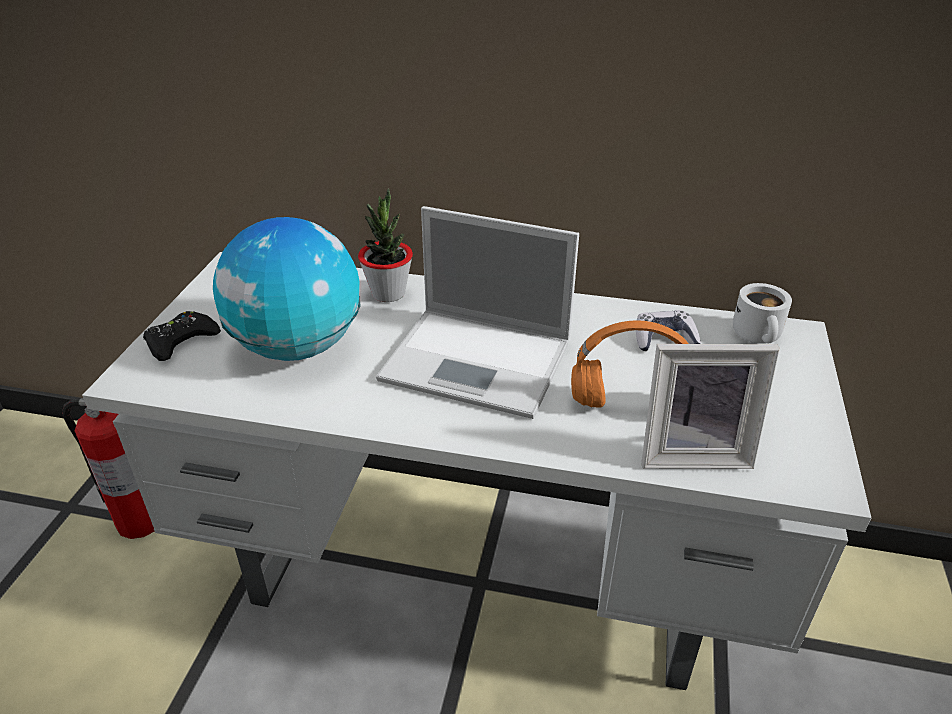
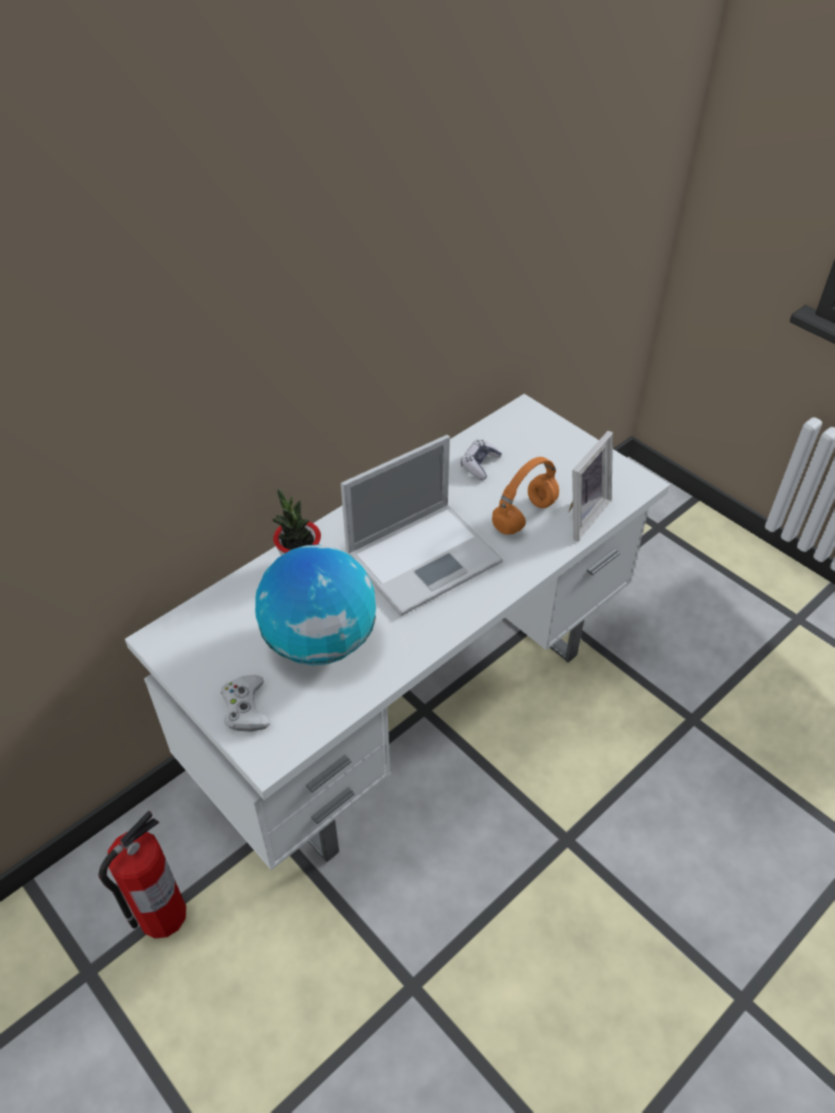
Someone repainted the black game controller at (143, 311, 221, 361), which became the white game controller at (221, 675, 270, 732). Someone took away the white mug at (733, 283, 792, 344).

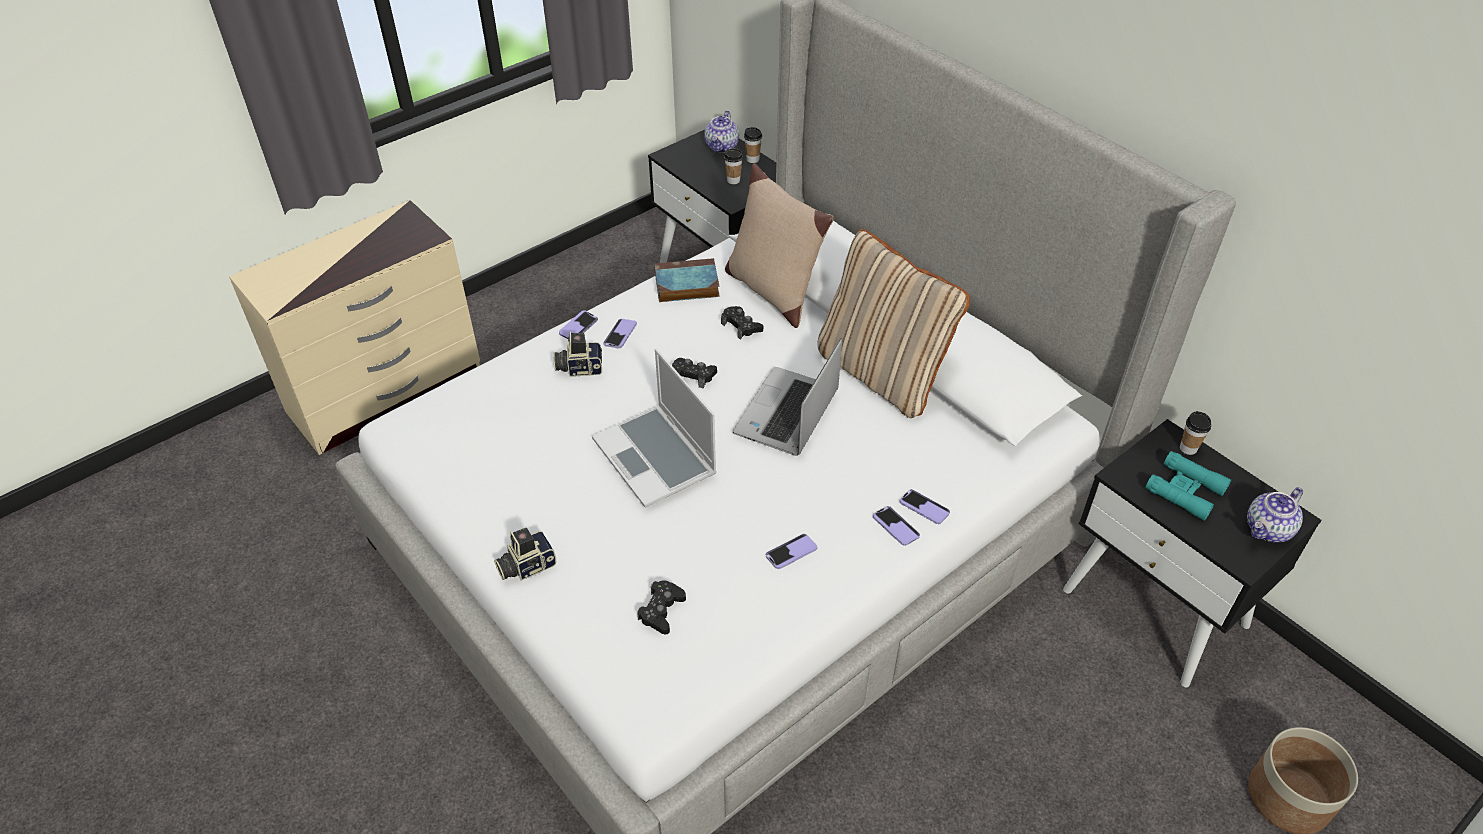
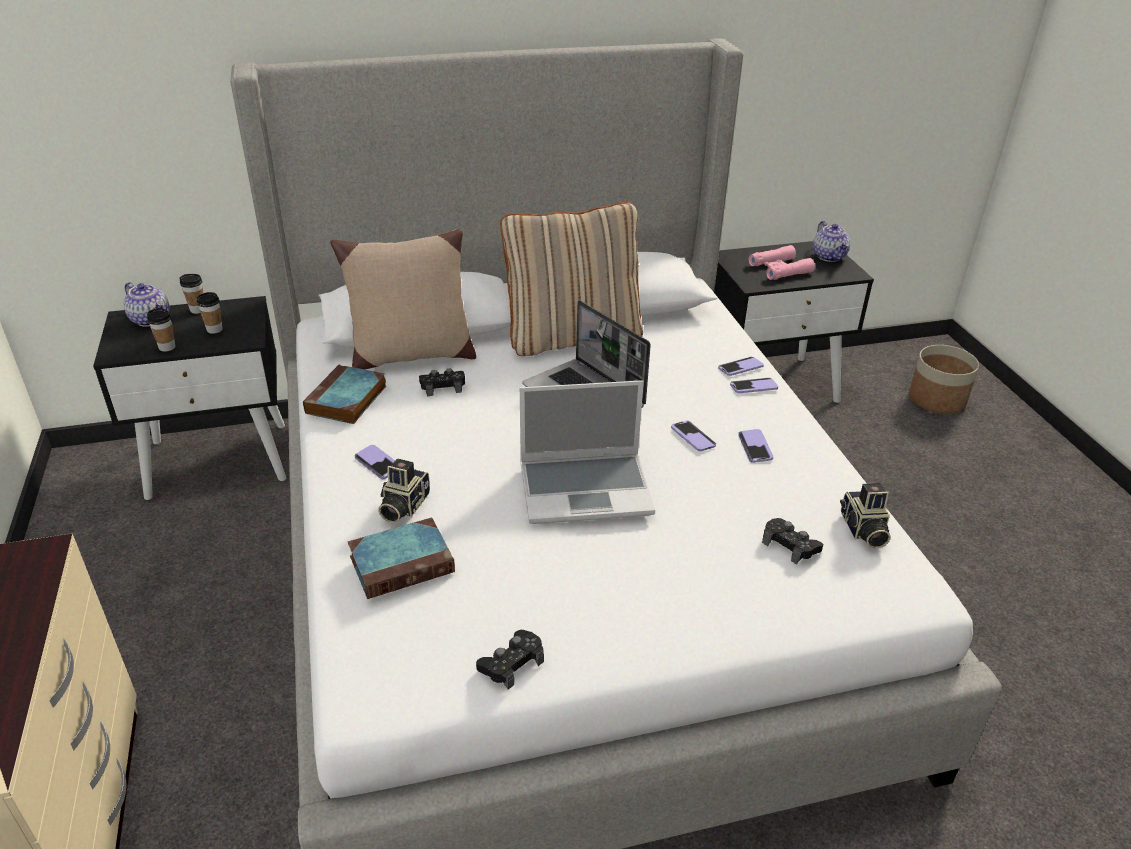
Someone carried the cup from (1180, 411, 1211, 455) to (147, 308, 175, 352). Someone put down the book at (348, 517, 455, 599). Someone carried the black game controller from (672, 358, 717, 389) to (476, 630, 544, 690). Someone carried the phone from (559, 310, 598, 339) to (671, 420, 716, 451). Someone repainted the turquoise binoculars at (1145, 451, 1231, 521), which became the pink binoculars at (749, 245, 815, 280). Someone carried the photo camera from (494, 528, 556, 581) to (840, 483, 891, 549).

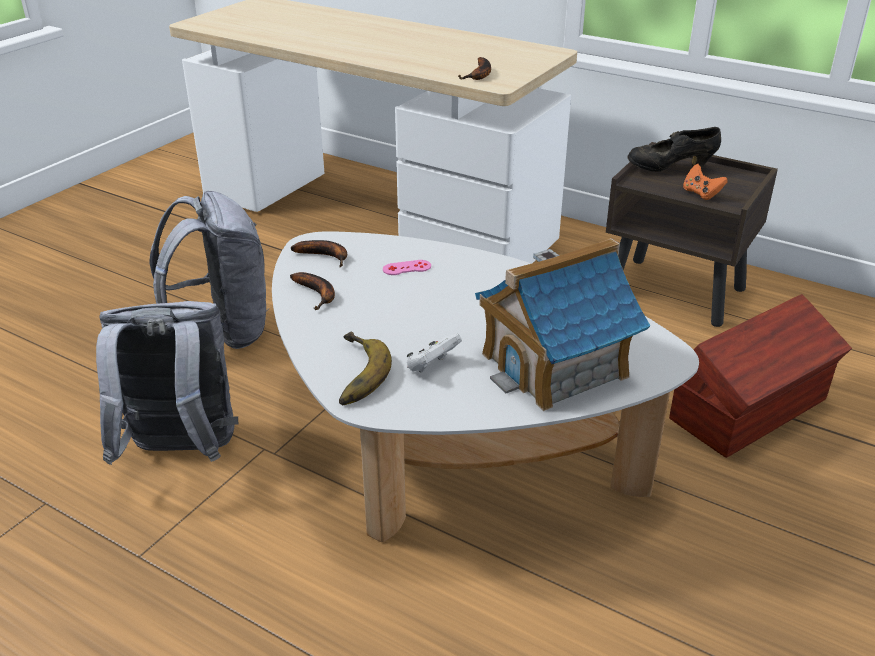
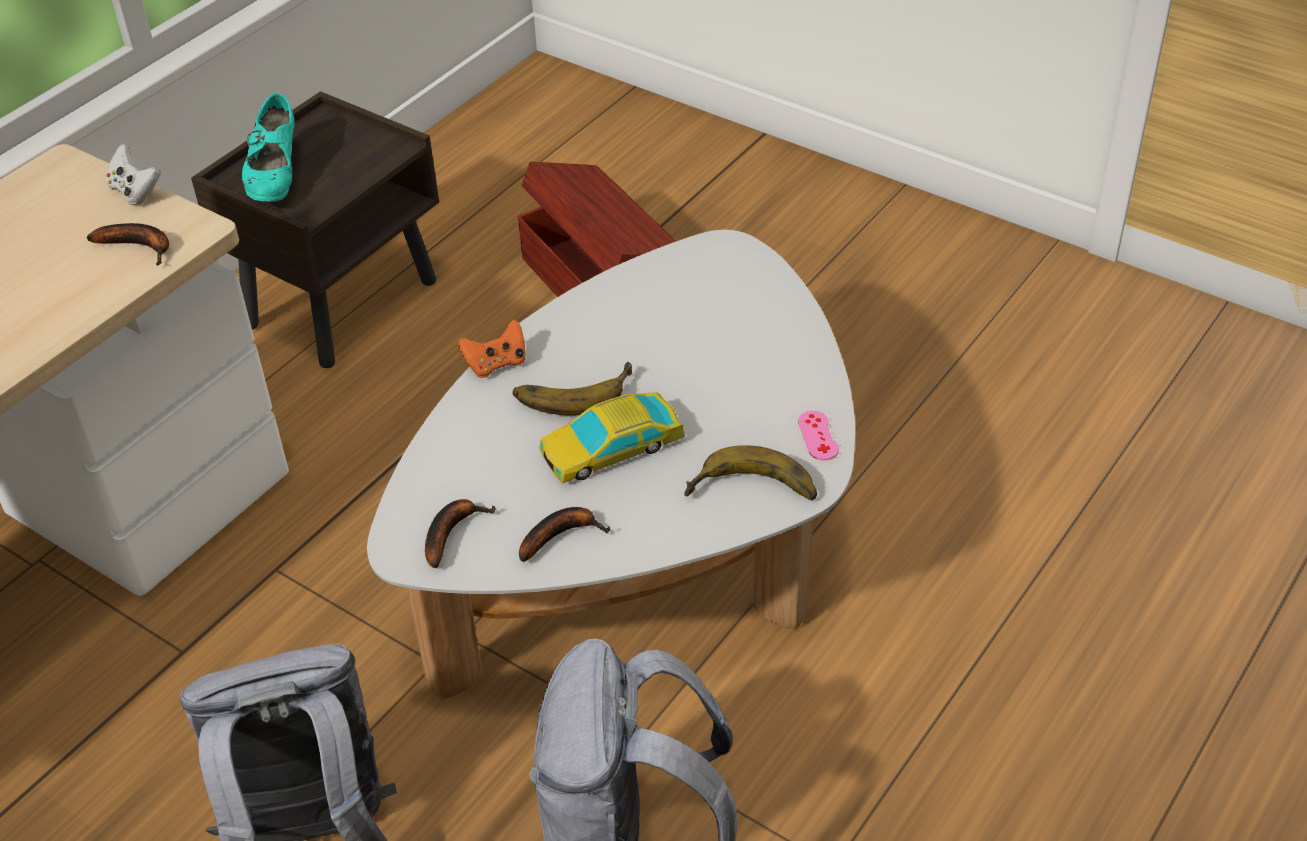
Someone carried the white game controller from (407, 334, 462, 373) to (106, 144, 161, 205). Someone repainted the black shoe at (627, 127, 721, 172), which became the turquoise shoe at (242, 93, 294, 202). Someone carried the orange game controller from (683, 164, 727, 200) to (458, 319, 526, 378). Someone put down the banana at (513, 362, 632, 415). Someone put down the toy car at (539, 392, 685, 483). Someone carried the pink game controller from (383, 260, 431, 275) to (798, 411, 839, 460). Someone took away the toy house at (475, 238, 651, 411).

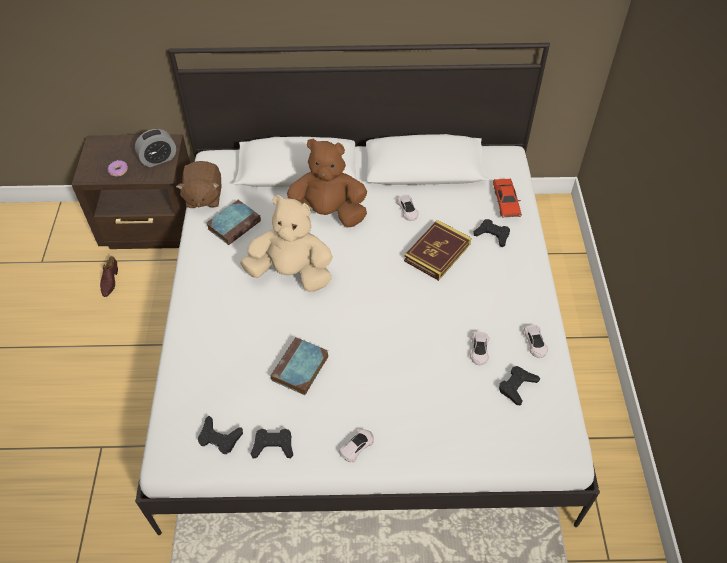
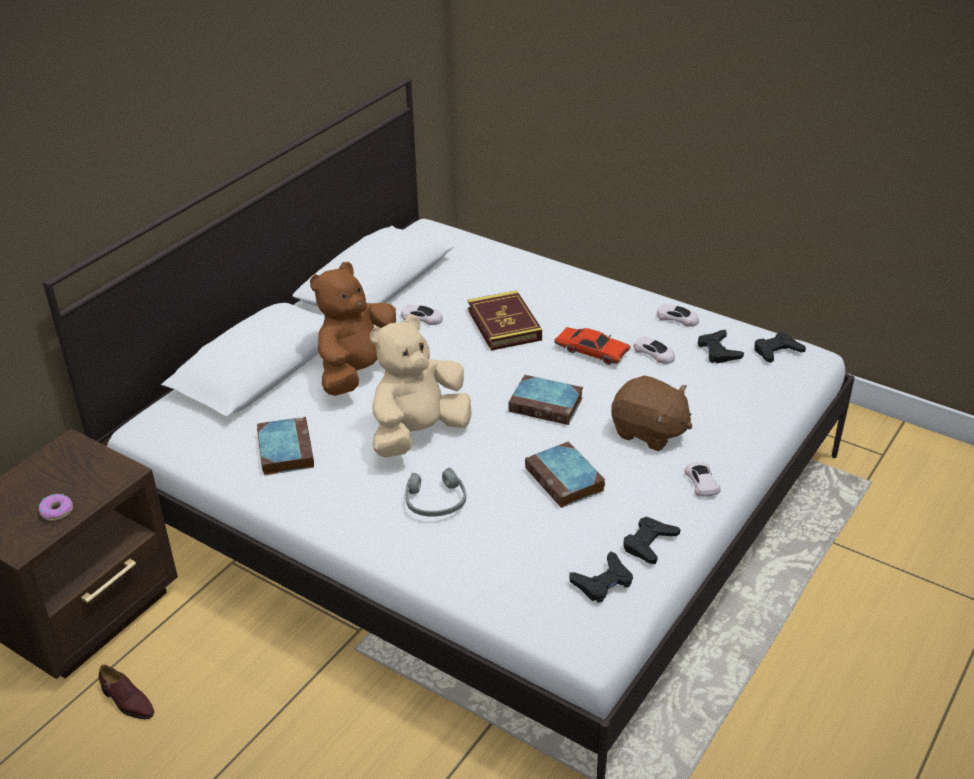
Someone put down the grey headphones at (405, 468, 466, 517). Someone put down the book at (508, 375, 583, 425). Someone carried the red toy car from (493, 179, 522, 218) to (554, 327, 631, 365). Someone carried the brown plush toy from (176, 161, 221, 208) to (611, 375, 692, 451). Someone carried the black game controller from (473, 219, 510, 247) to (754, 332, 806, 363). Someone took away the alarm clock at (135, 129, 176, 167).

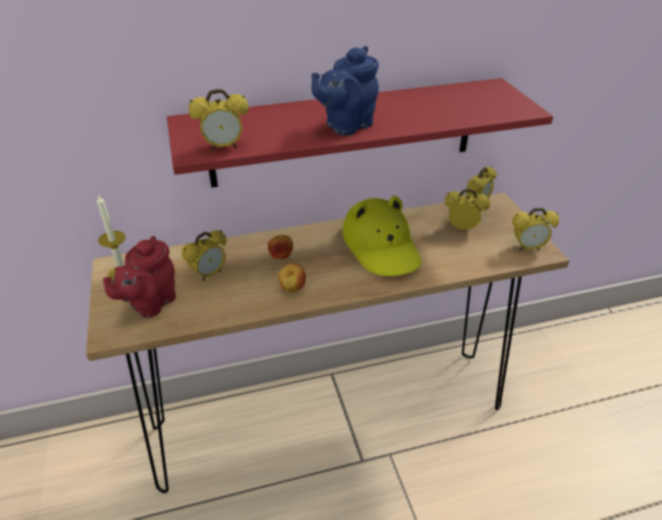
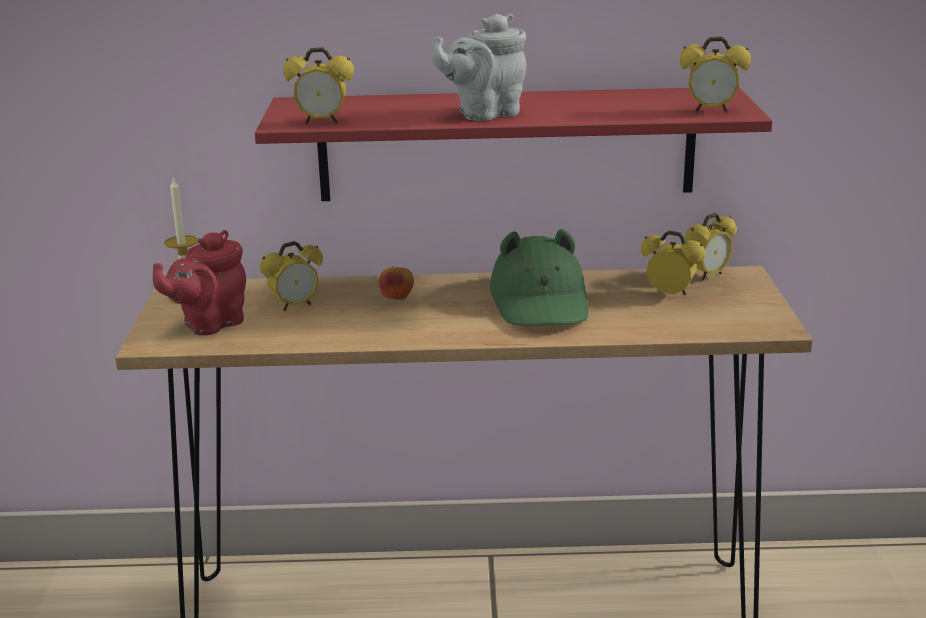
Someone repainted the blue teapot at (311, 46, 379, 135), which became the grey teapot at (431, 14, 527, 121). Someone repainted the yellow hat at (342, 196, 421, 276), which became the green hat at (490, 229, 588, 326). Someone carried the alarm clock from (512, 208, 559, 251) to (680, 37, 751, 113). Someone took away the apple at (278, 264, 306, 292).

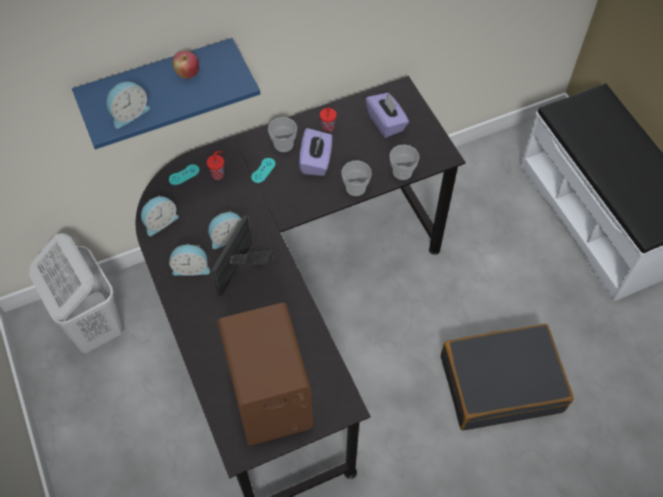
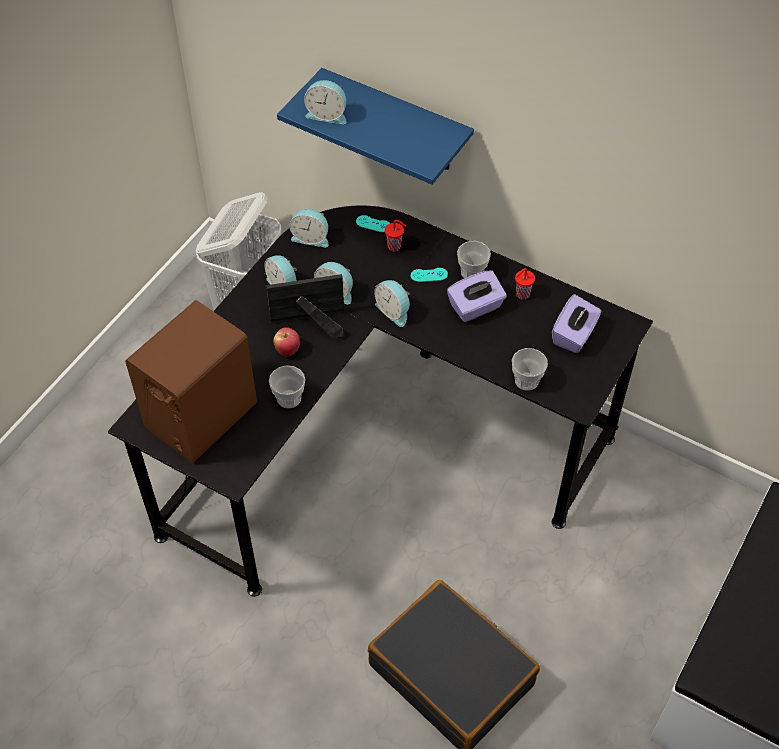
Someone carried the cup from (341, 161, 372, 196) to (269, 365, 305, 408). Someone carried the apple from (173, 51, 199, 79) to (273, 327, 300, 356). Someone put down the alarm clock at (374, 280, 410, 327).

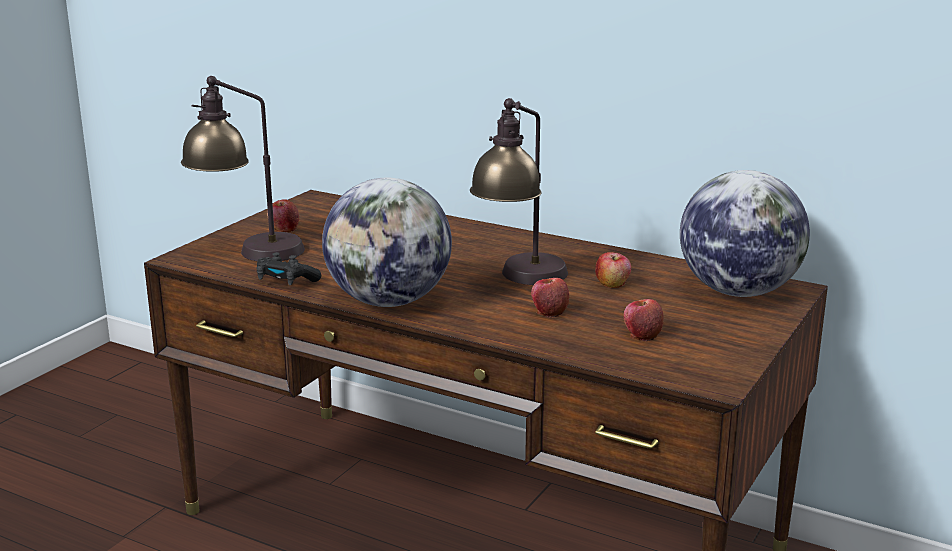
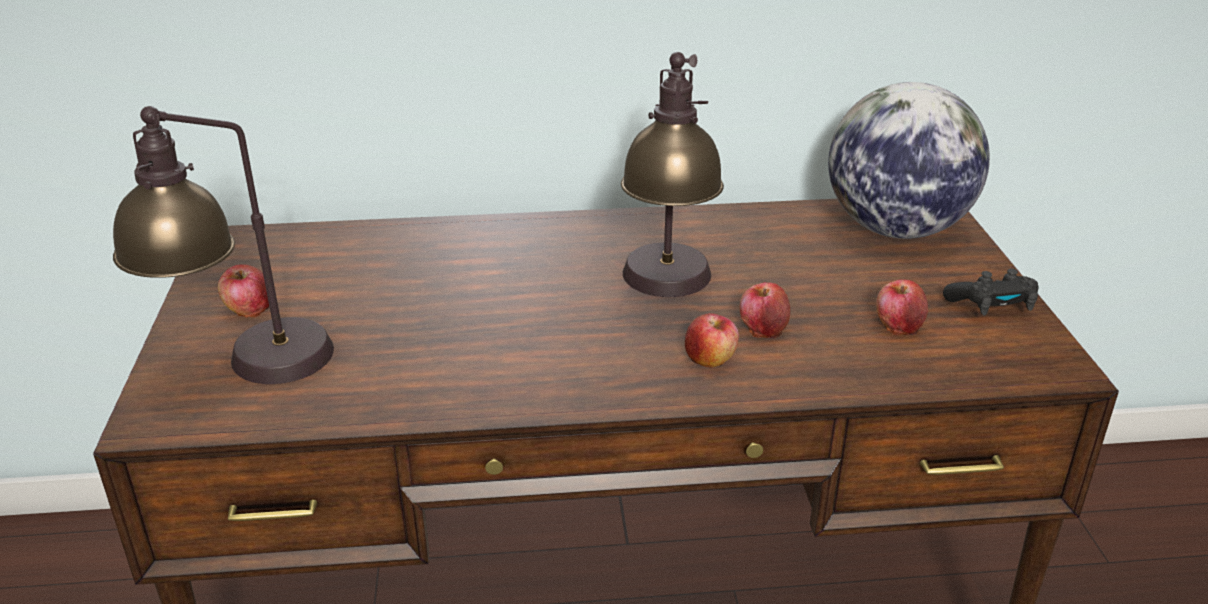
Someone carried the apple from (595, 252, 631, 288) to (685, 313, 739, 368). Someone carried the black game controller from (256, 252, 321, 285) to (943, 268, 1038, 316). Someone took away the globe at (322, 178, 452, 307).

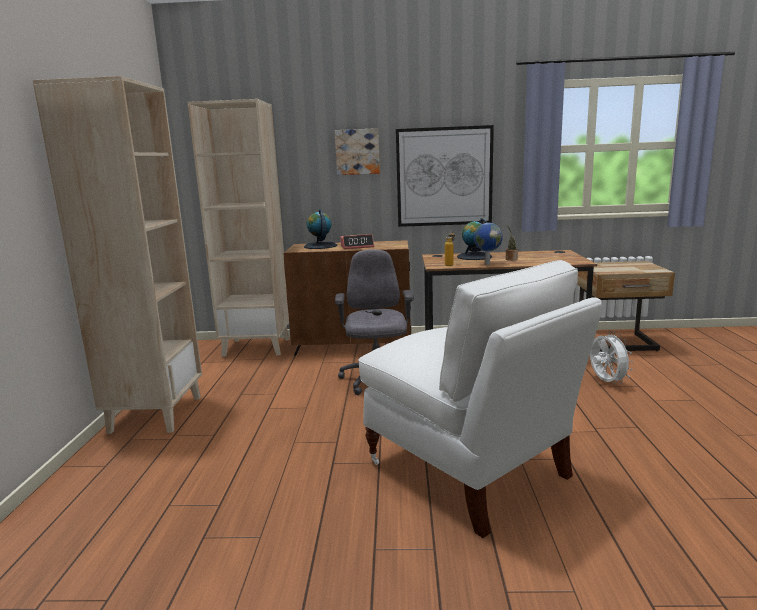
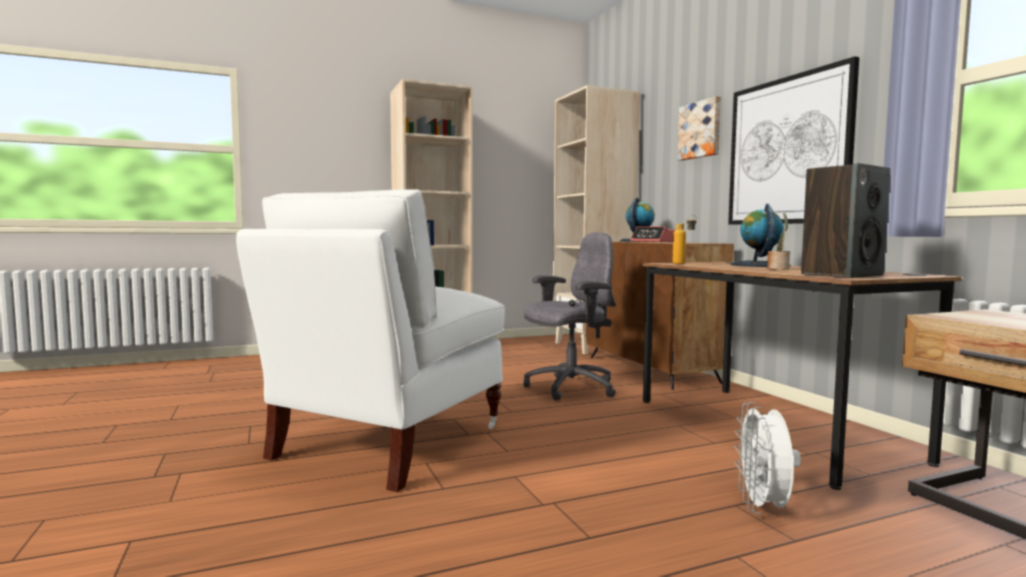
Someone rotated the white fan at (590, 331, 633, 384) by 135 degrees clockwise. Someone put down the speaker at (801, 163, 891, 278). Someone took away the globe at (474, 223, 503, 265).

